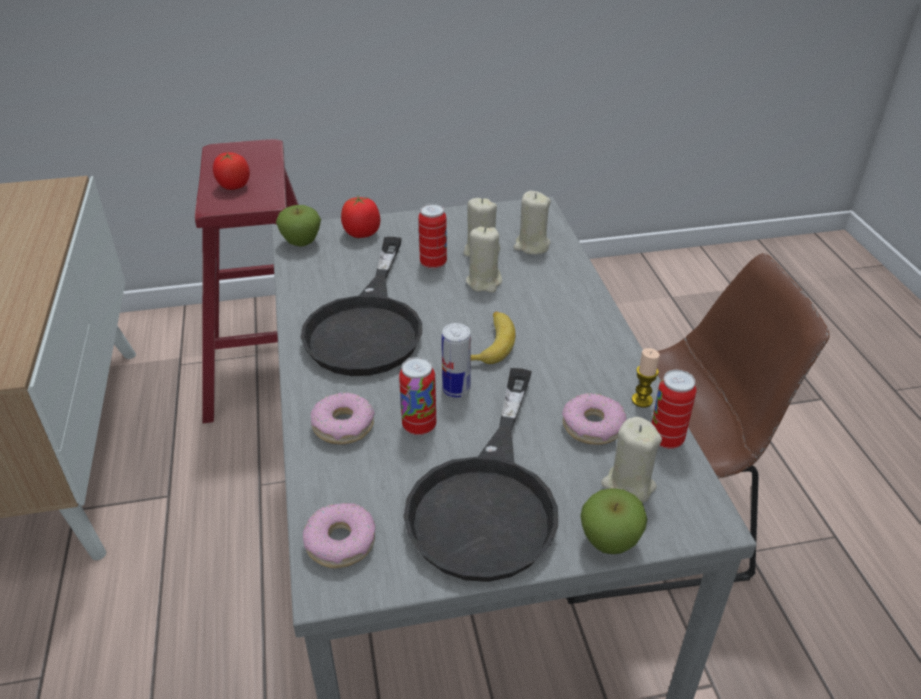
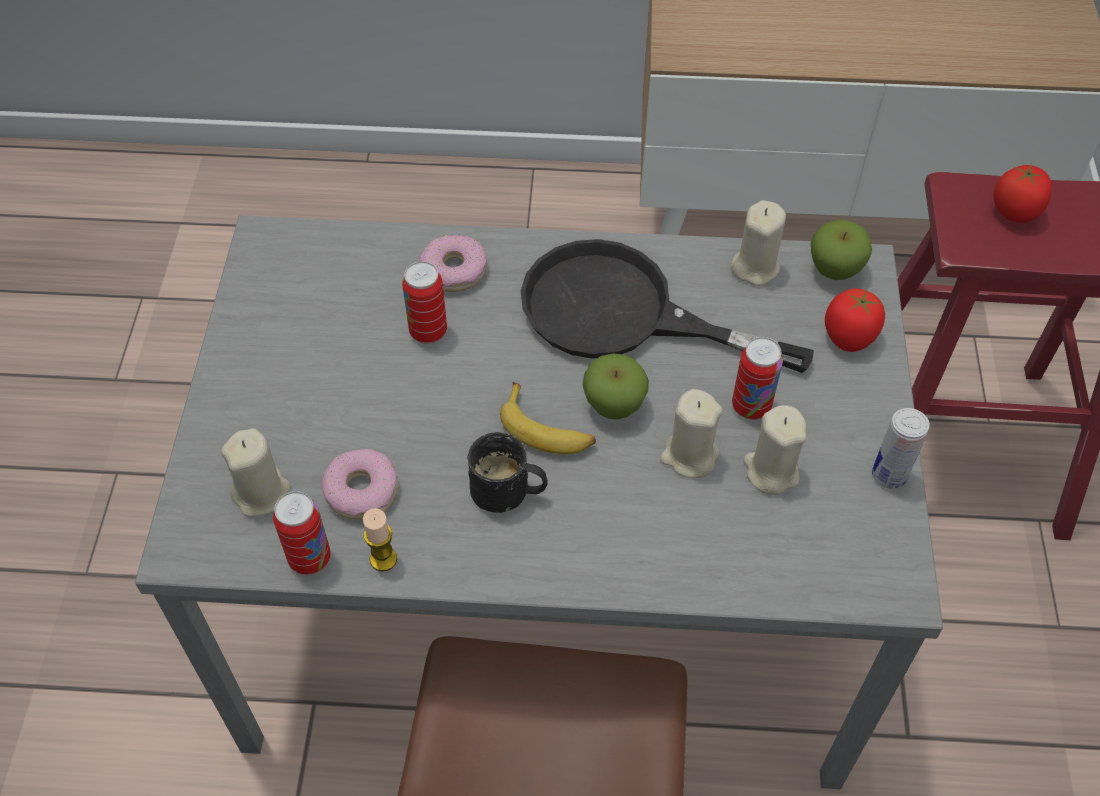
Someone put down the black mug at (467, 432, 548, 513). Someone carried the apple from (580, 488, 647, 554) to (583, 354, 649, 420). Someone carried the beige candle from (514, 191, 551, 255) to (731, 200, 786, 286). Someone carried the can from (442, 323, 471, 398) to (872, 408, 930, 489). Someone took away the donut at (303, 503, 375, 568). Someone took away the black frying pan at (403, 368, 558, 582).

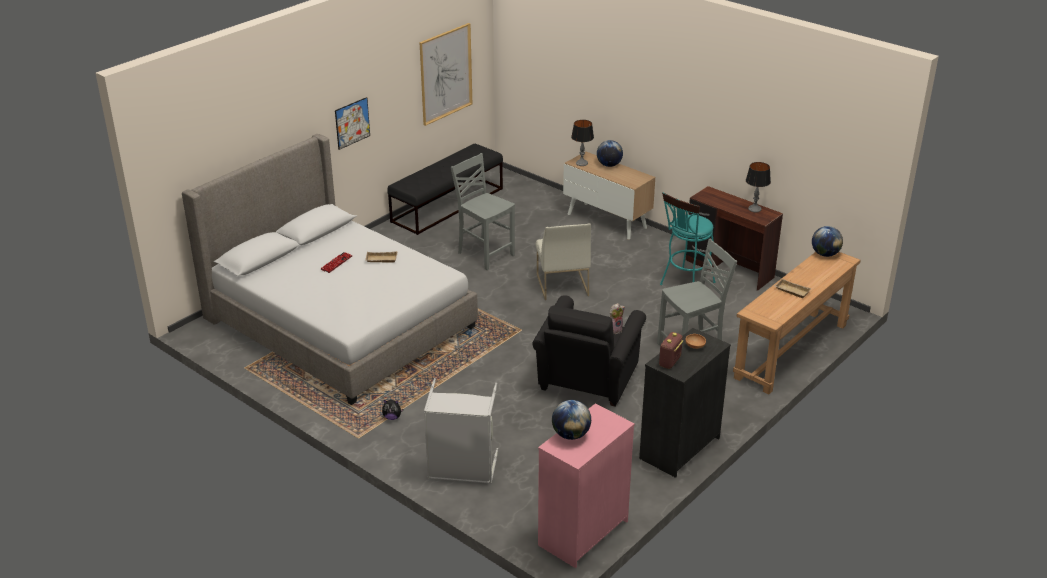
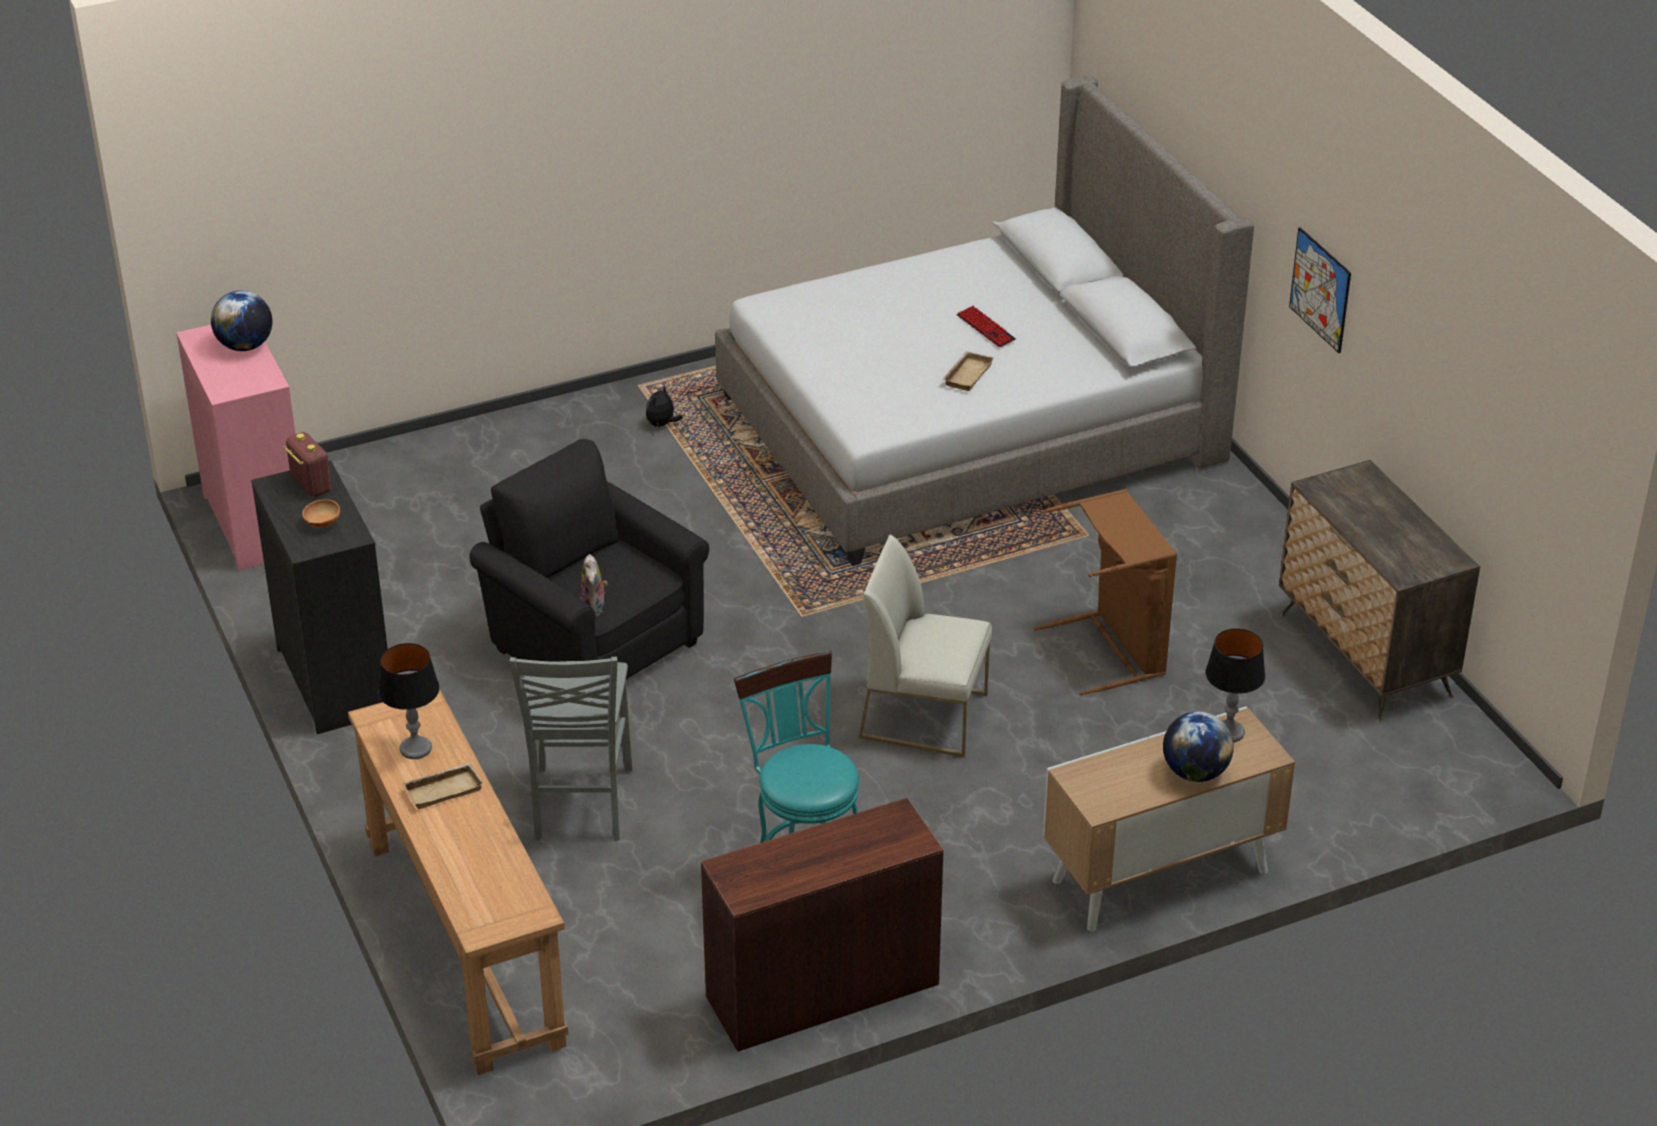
Someone carried the table lamp from (746, 162, 771, 213) to (378, 643, 440, 759). Someone swapped the grey chair at (451, 153, 515, 270) for the brown laundry basket at (1034, 489, 1177, 696). Someone swapped the black bench at (387, 144, 503, 235) for the dresser at (1279, 460, 1480, 722). Someone took away the picture at (419, 23, 472, 126). Someone took away the grey laundry basket at (424, 378, 498, 484). Someone took away the globe at (812, 226, 843, 257).

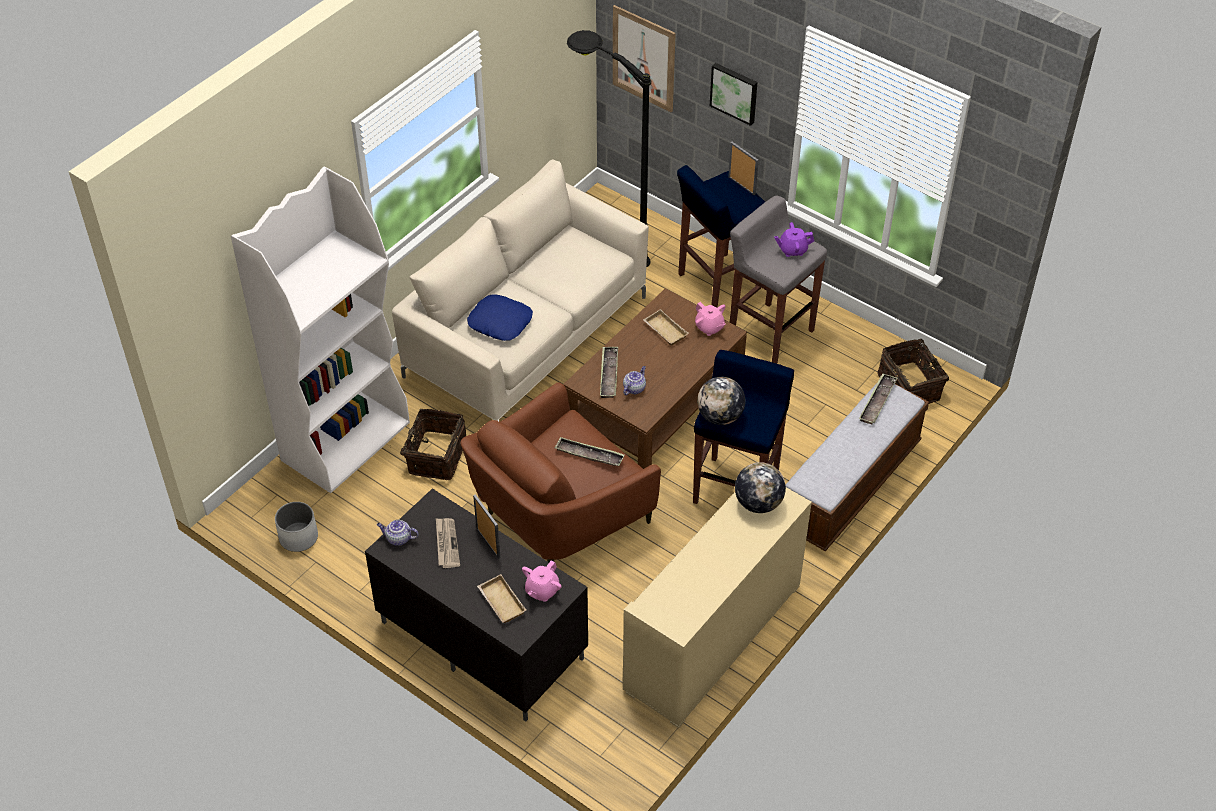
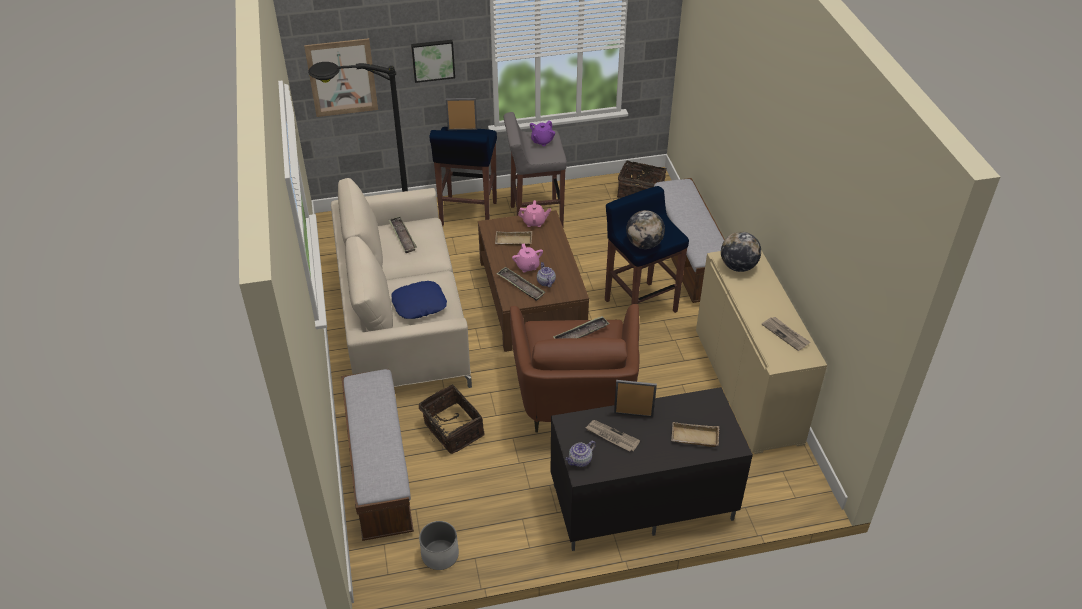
Someone swapped the white bookcase at (231, 166, 410, 493) for the bench at (341, 369, 414, 541). Someone carried the tray from (859, 373, 897, 425) to (388, 216, 417, 253). Someone carried the pink teapot from (522, 560, 562, 602) to (512, 243, 543, 272). Someone put down the newspaper at (762, 317, 810, 351).

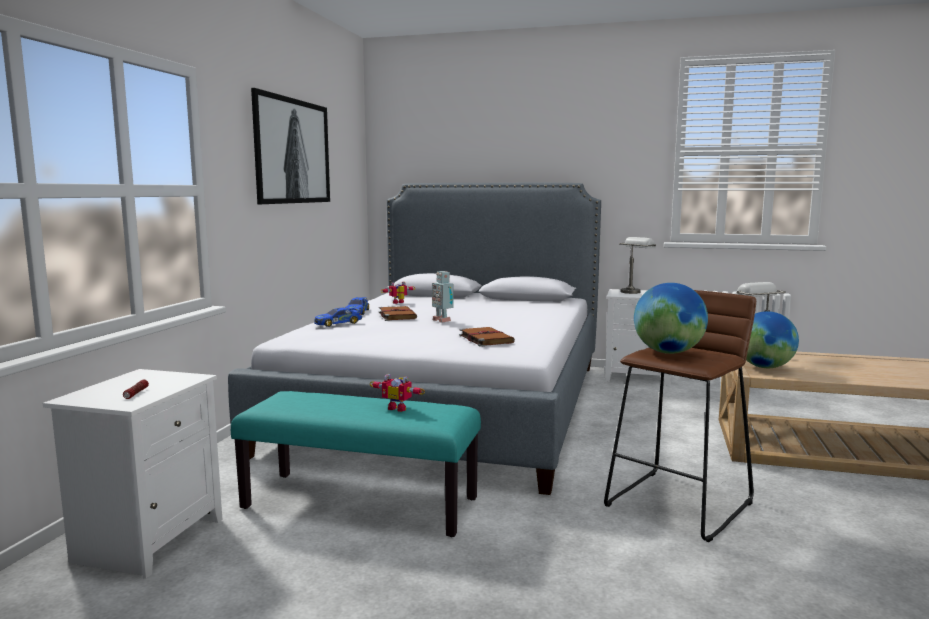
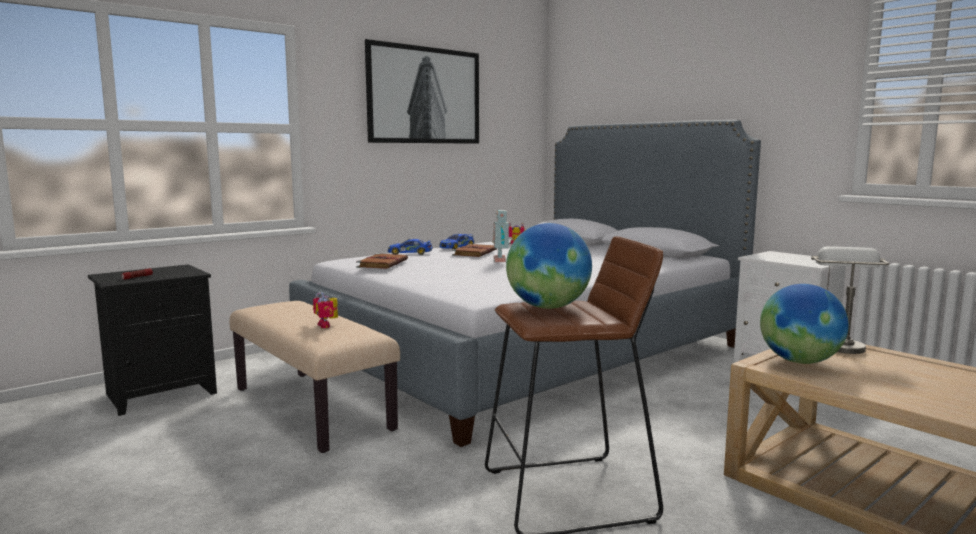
Someone repainted the white nightstand at (43, 369, 222, 579), which became the black nightstand at (88, 264, 217, 416). Someone repainted the turquoise bench at (231, 391, 481, 537), which became the beige bench at (230, 301, 400, 453). Someone carried the brown book from (459, 327, 515, 347) to (356, 253, 408, 269). Someone took away the grey table lamp at (619, 237, 656, 294).

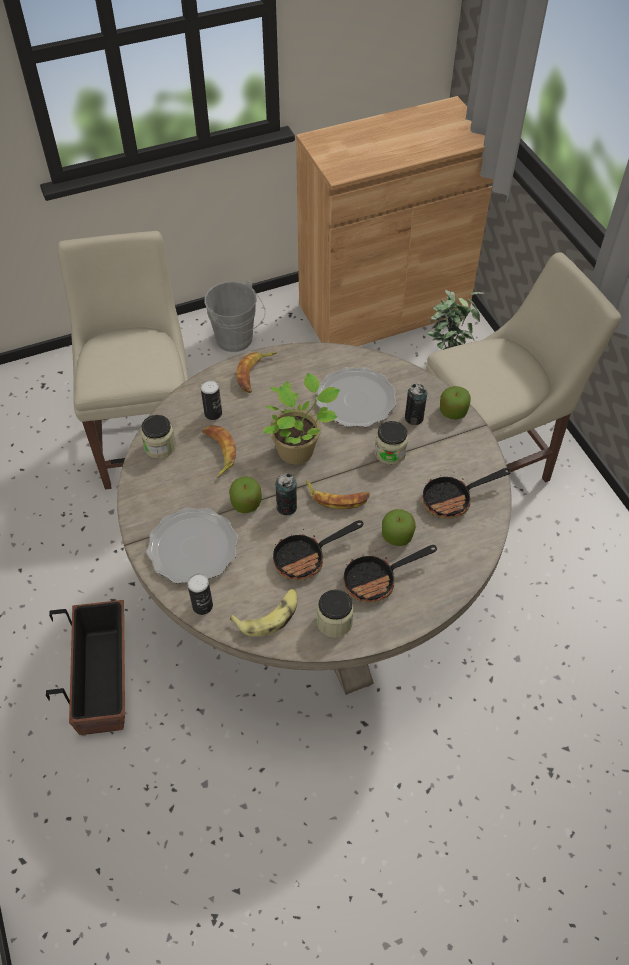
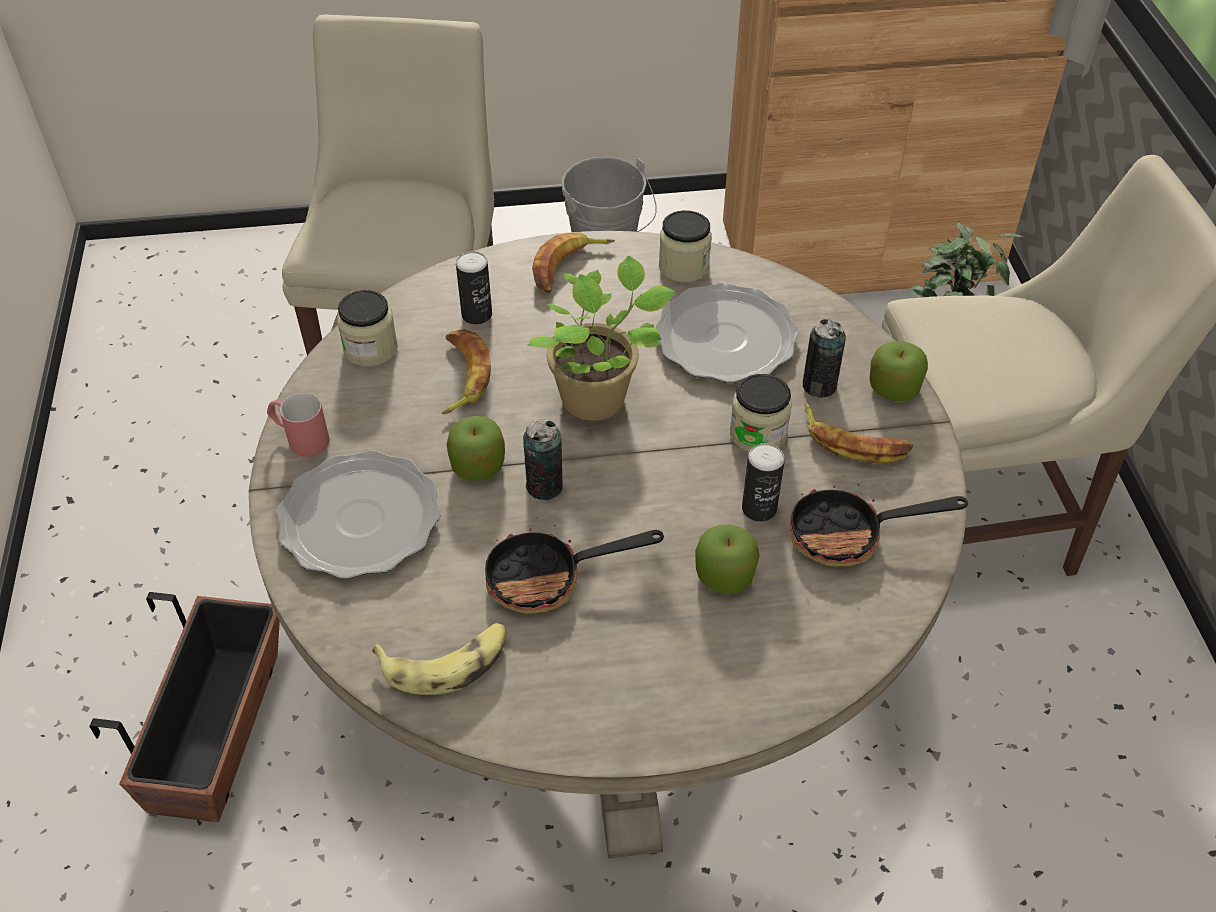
Someone put down the red mug at (267, 393, 330, 457). Someone carried the jar from (317, 589, 354, 638) to (659, 210, 712, 283). Someone carried the can from (187, 574, 213, 615) to (742, 443, 785, 522). Someone carried the banana from (306, 479, 370, 509) to (805, 402, 913, 464). Someone took away the frying pan at (343, 545, 437, 603).

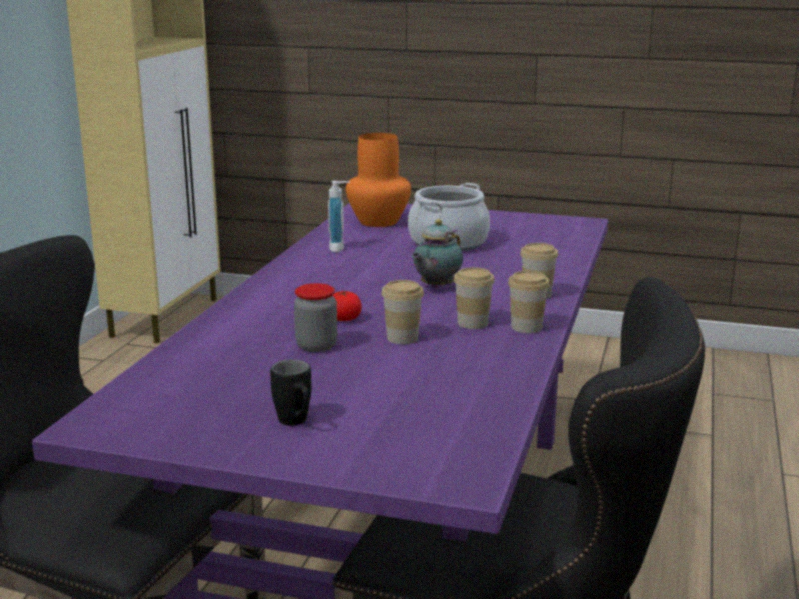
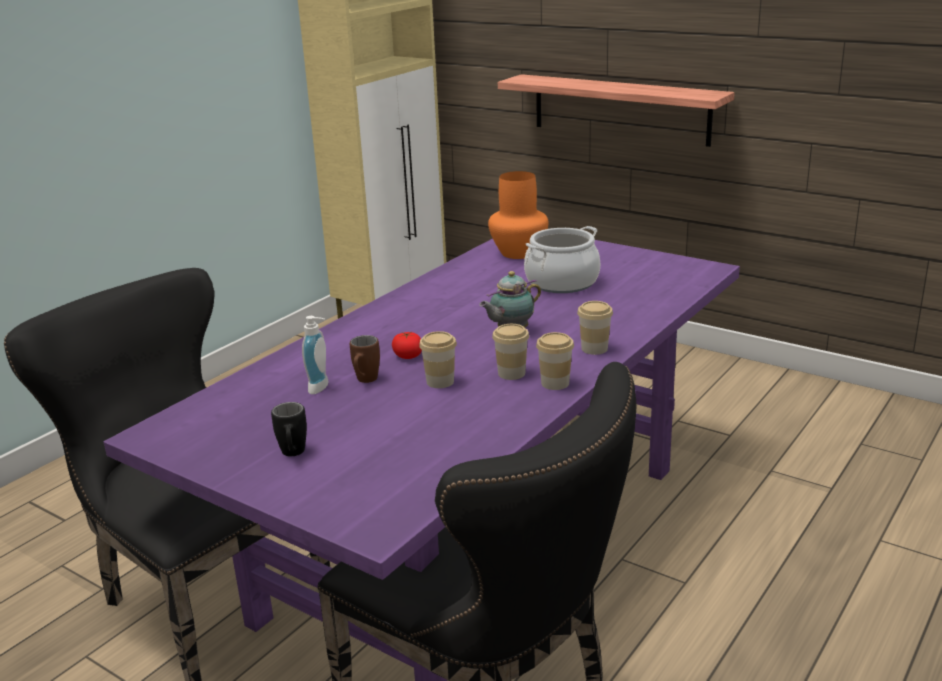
Someone carried the soap dispenser from (328, 181, 350, 253) to (302, 316, 329, 394). Someone swapped the jar at (294, 283, 337, 352) for the brown mug at (350, 335, 380, 383). Someone put up the shelf at (498, 74, 735, 147).

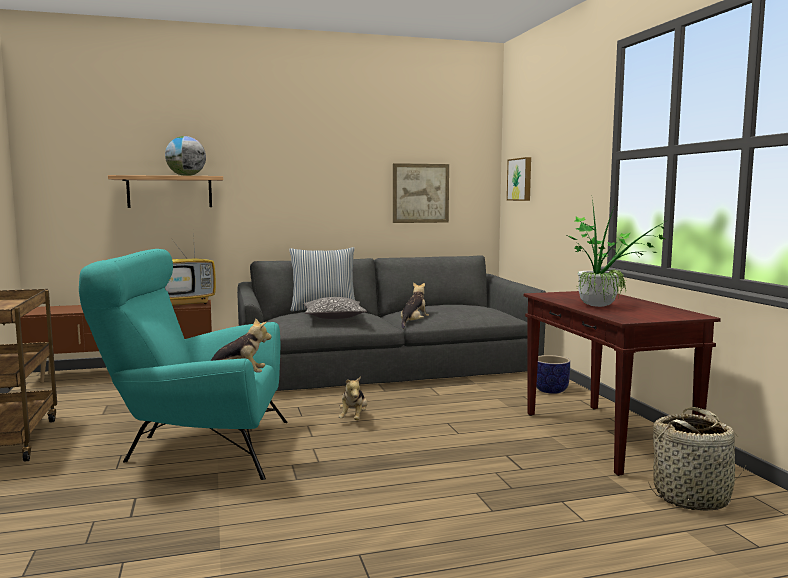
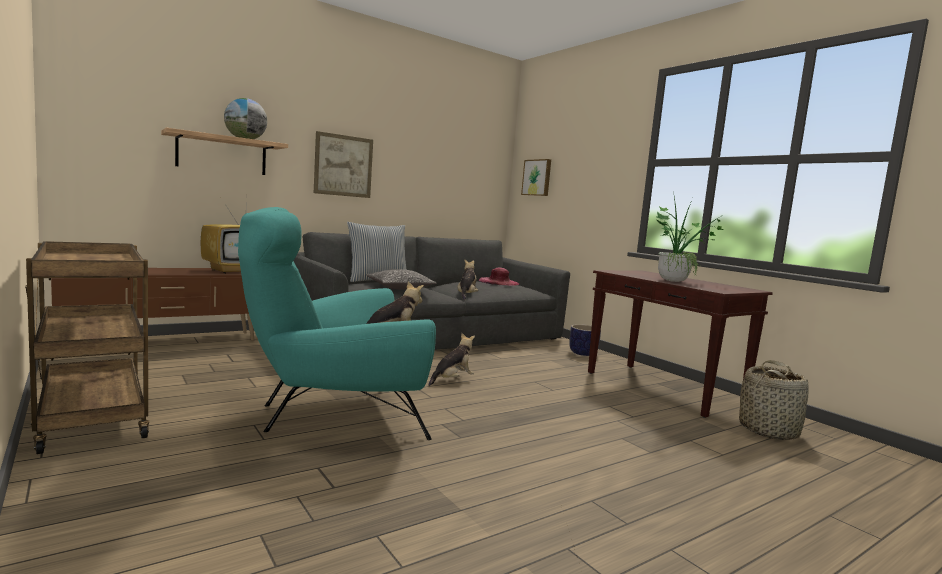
Someone carried the picture from (393, 163, 449, 223) to (314, 131, 373, 198). Someone rotated the plush toy at (339, 376, 368, 420) by 120 degrees counterclockwise. Someone put down the pink hat at (479, 268, 519, 286).

